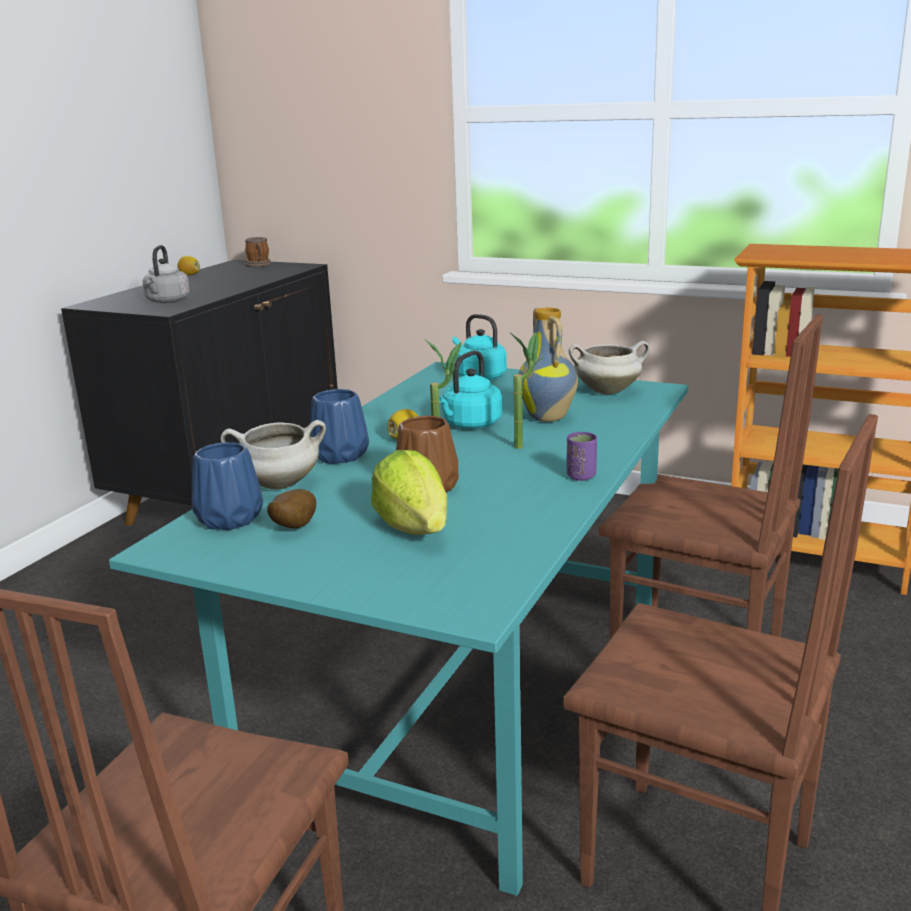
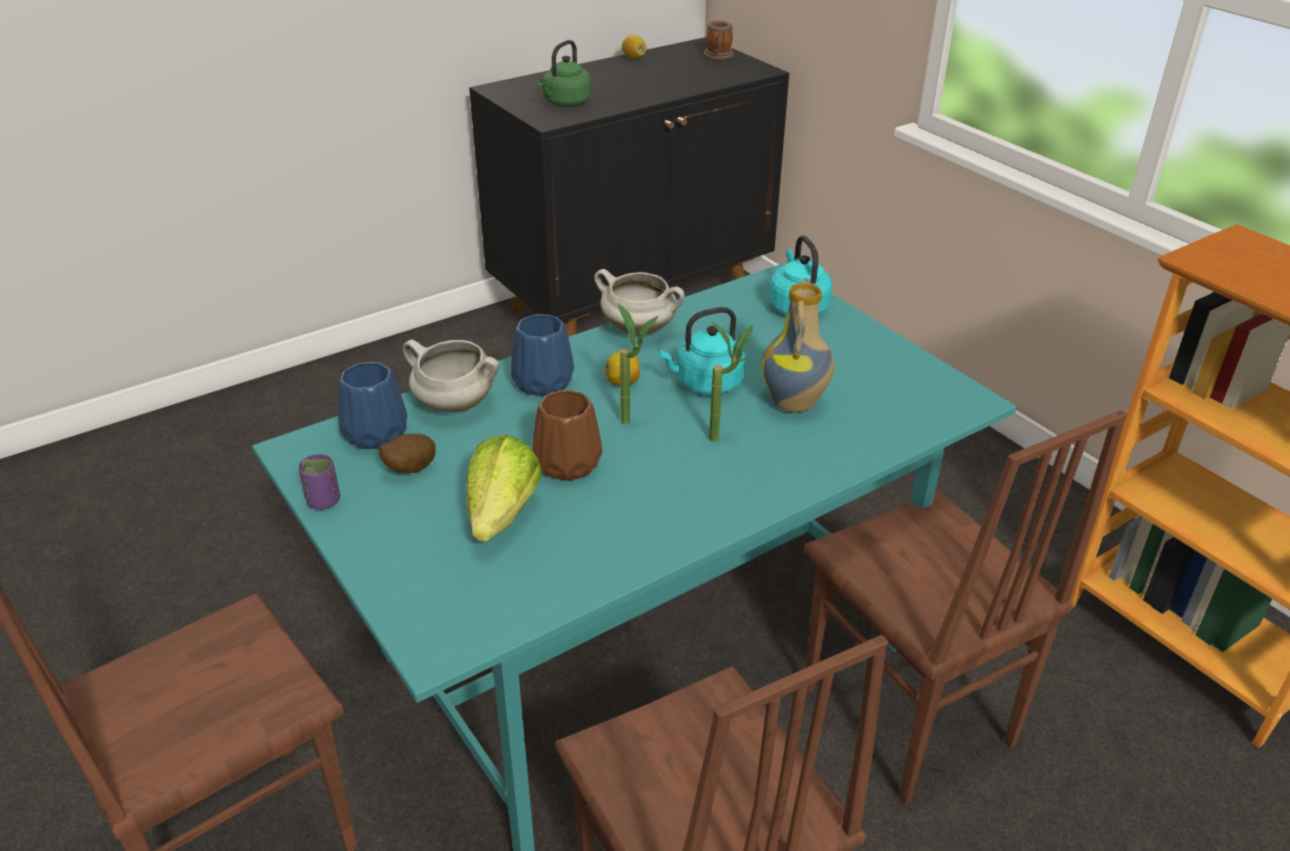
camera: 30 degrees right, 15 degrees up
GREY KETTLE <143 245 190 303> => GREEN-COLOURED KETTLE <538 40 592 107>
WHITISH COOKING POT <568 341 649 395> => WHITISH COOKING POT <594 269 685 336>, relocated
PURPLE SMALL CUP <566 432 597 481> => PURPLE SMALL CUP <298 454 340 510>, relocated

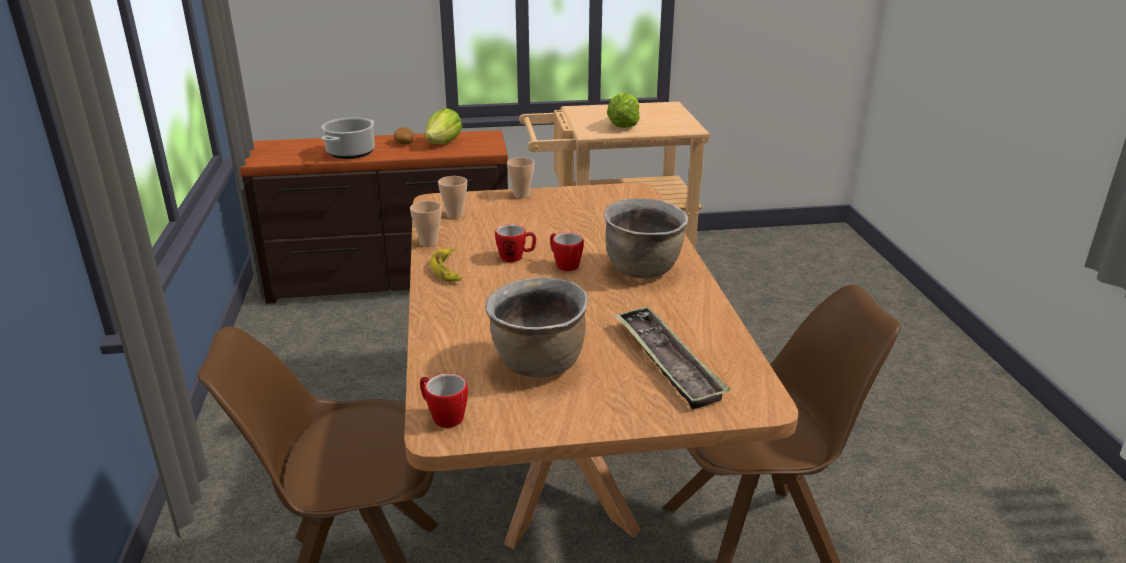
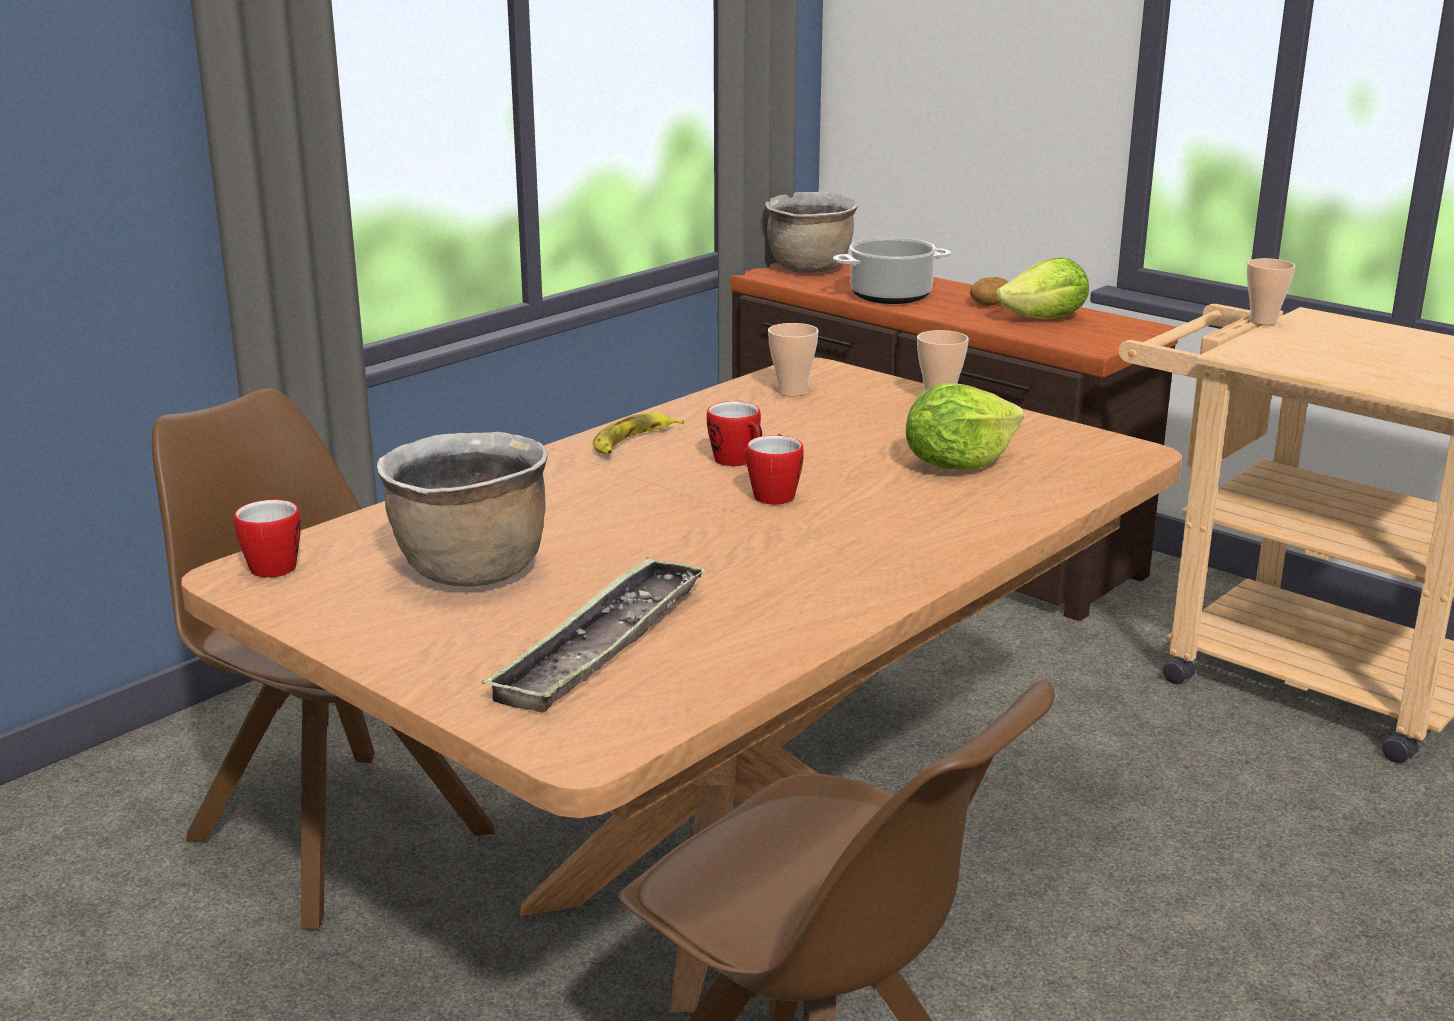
camera: 50 degrees right, 5 degrees down
HEAD OF LETTUCE <607 93 640 128> => HEAD OF LETTUCE <906 383 1024 470>, relocated
BROWNISH COOKING POT <604 198 688 278> => BROWNISH COOKING POT <765 192 859 273>, relocated
SMALL CUP <410 201 442 247> => SMALL CUP <1247 258 1295 325>, relocated

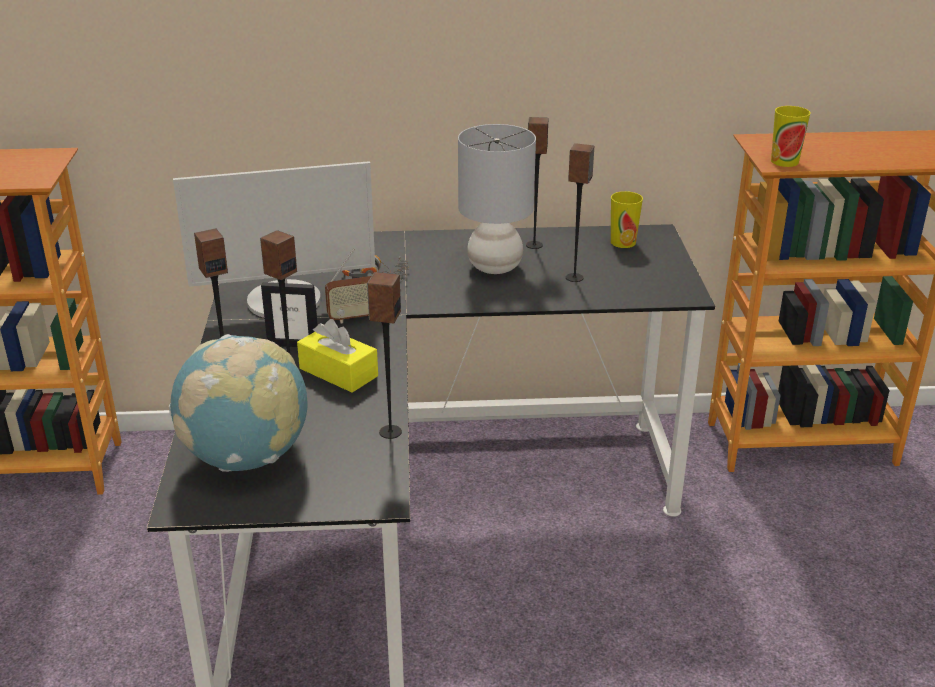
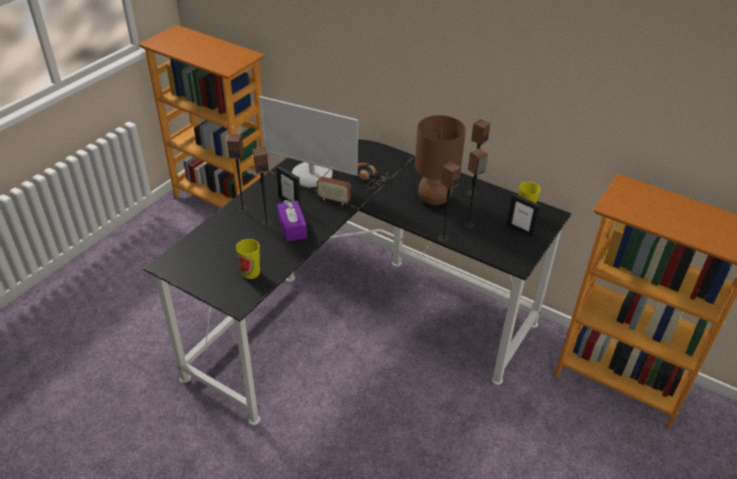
camera: 35 degrees right, 10 degrees up
SMALL CUP <771 106 811 167> => SMALL CUP <236 239 260 279>, relocated
GREY LAMP FOR A TABLE <458 124 536 274> => BROWNISH LAMP FOR A TABLE <415 115 466 205>
SPEAKER <367 272 402 439> => SPEAKER <438 162 461 243>, relocated
YELLOW-COLOURED BOX OF TISSUES <297 319 378 393> => PURPLE BOX OF TISSUES <277 200 307 242>
WORLD GLOBE <169 334 308 472> => nothing
nothing => PICTURE FRAME <507 194 541 237>

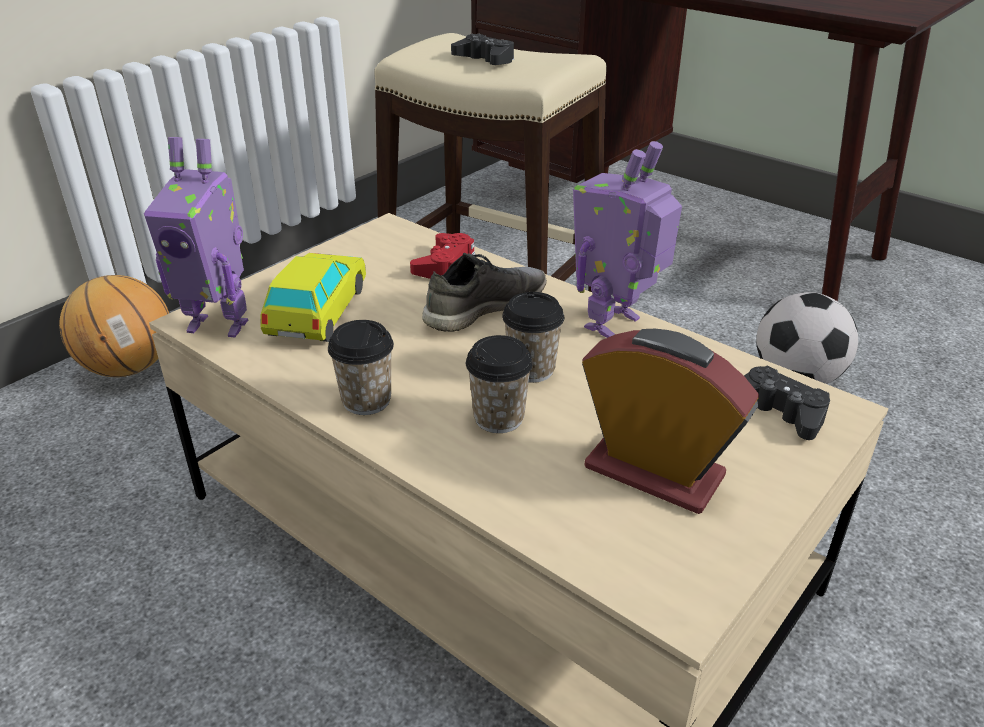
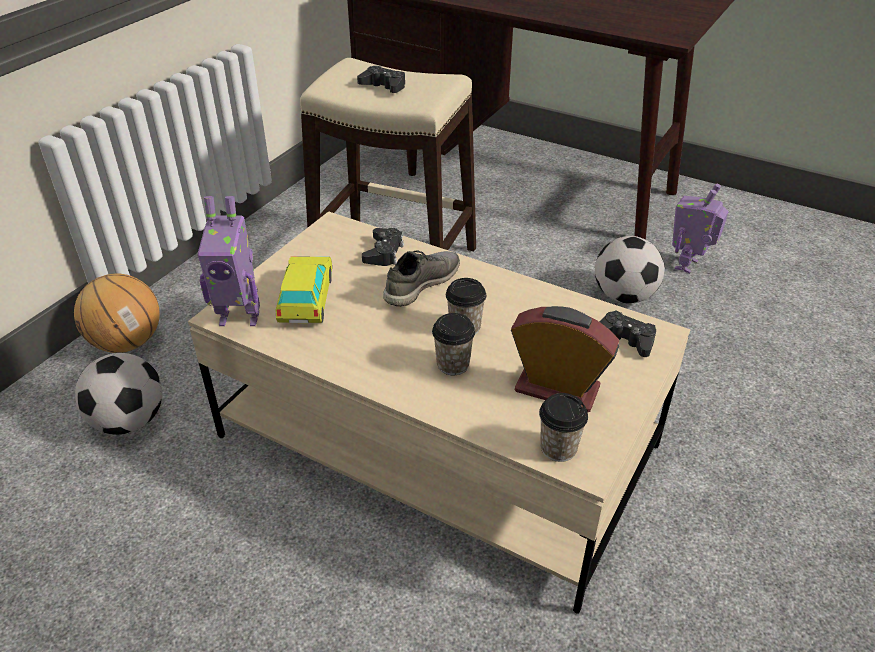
camera: 10 degrees left, 5 degrees up
MODEL ROBOT <573 141 682 338> => MODEL ROBOT <672 184 729 273>, relocated
RED-COLOURED GAMEPAD <410 233 475 279> => BLACKISH GAMEPAD <362 228 404 266>
SMALL CUP <328 320 394 415> => SMALL CUP <539 393 588 462>, relocated
nothing => FOOTBALL BALL <75 353 162 435>

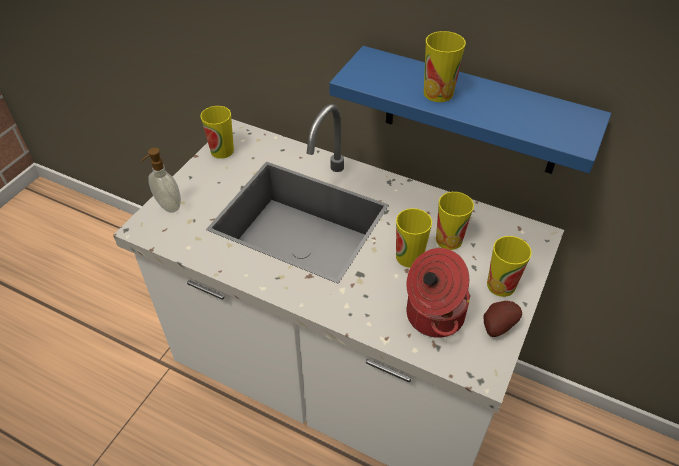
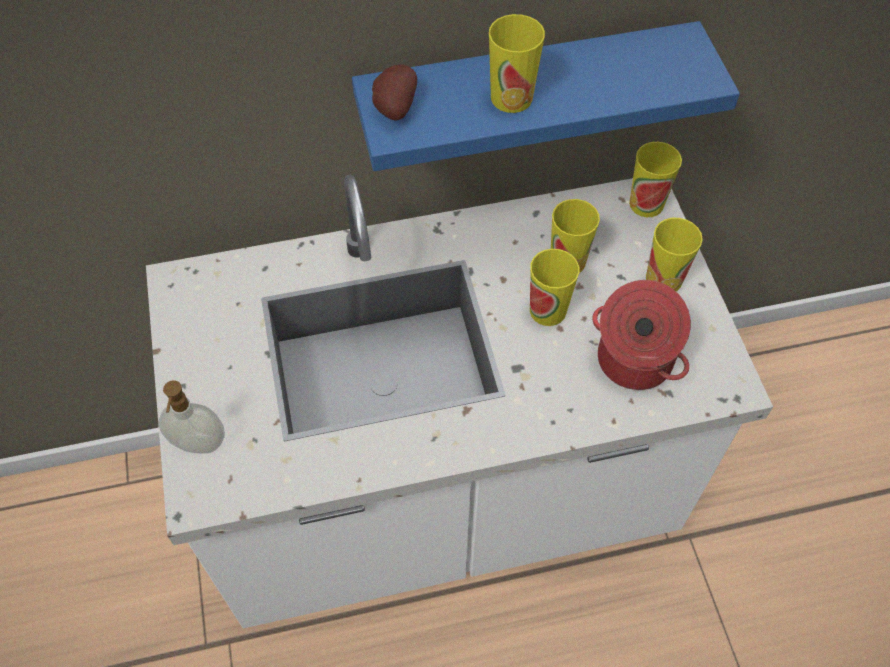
camera: 40 degrees left, 10 degrees up
SMALL CUP <200 106 234 159> => SMALL CUP <629 142 682 217>, relocated
POTATO <483 301 522 337> => POTATO <372 65 417 121>, relocated

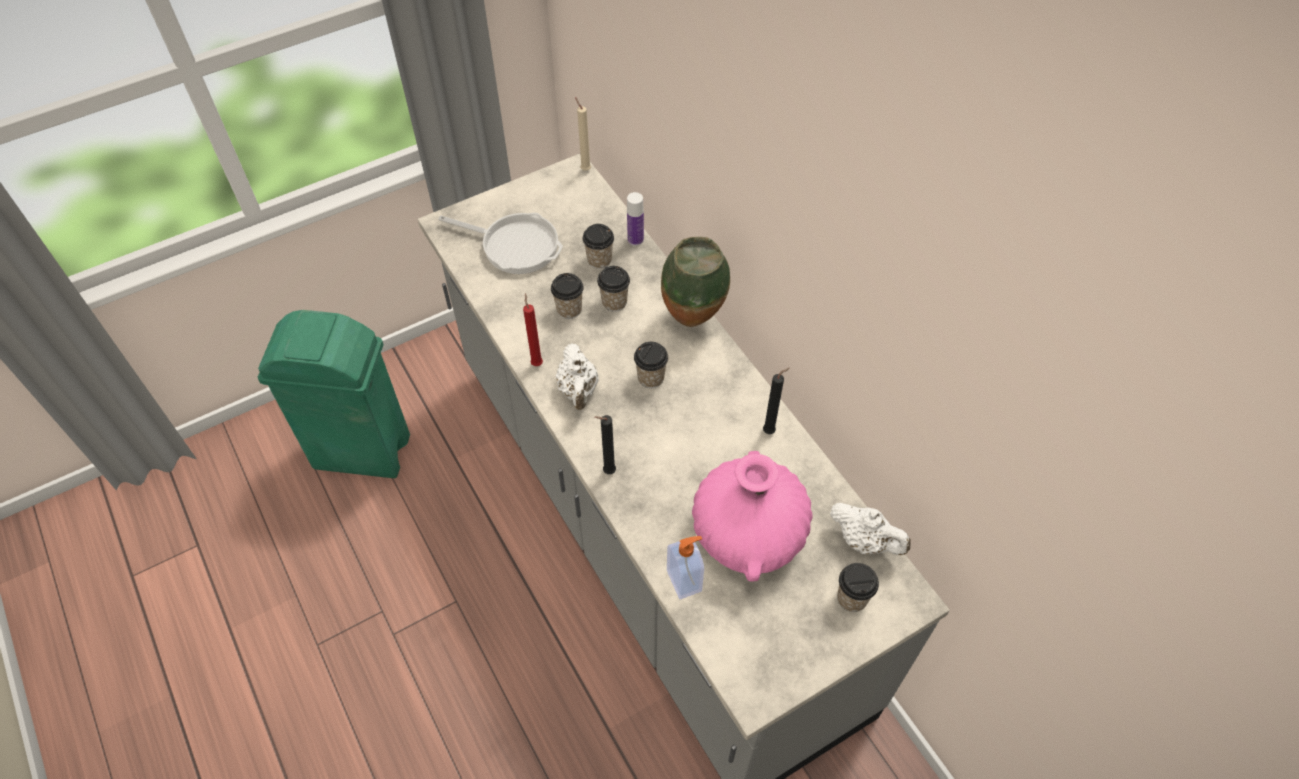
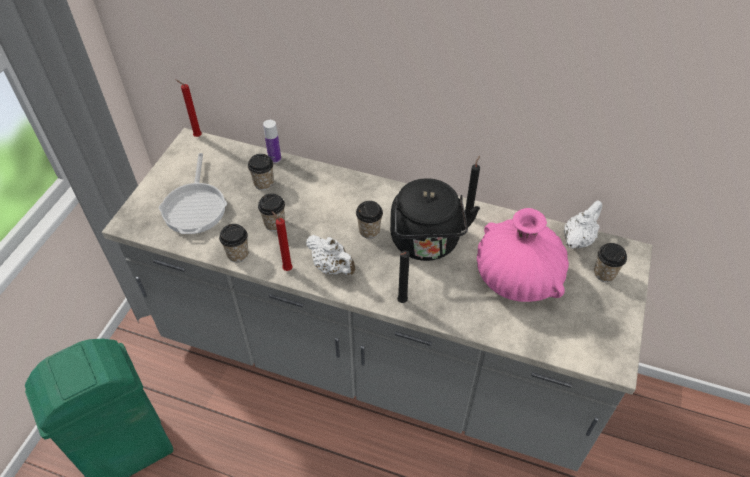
camera: 40 degrees left, 5 degrees down
BEIGE-COLOURED WAX CANDLE <575 97 591 170> => RED-COLOURED WAX CANDLE <175 79 202 137>
FRYING PAN <438 213 563 274> => FRYING PAN <159 153 227 234>, 105 degrees clockwise
VASE <661 237 730 327> => nothing
SMALL CUP <597 266 630 312> => SMALL CUP <219 224 248 262>, relocated
WHITISH TEAPOT <830 503 911 555> => WHITISH TEAPOT <564 201 602 249>, 45 degrees counterclockwise
LIQUID SOAP BOTTLE <667 536 704 599> => nothing
nothing => BLACKISH KETTLE <390 178 480 261>

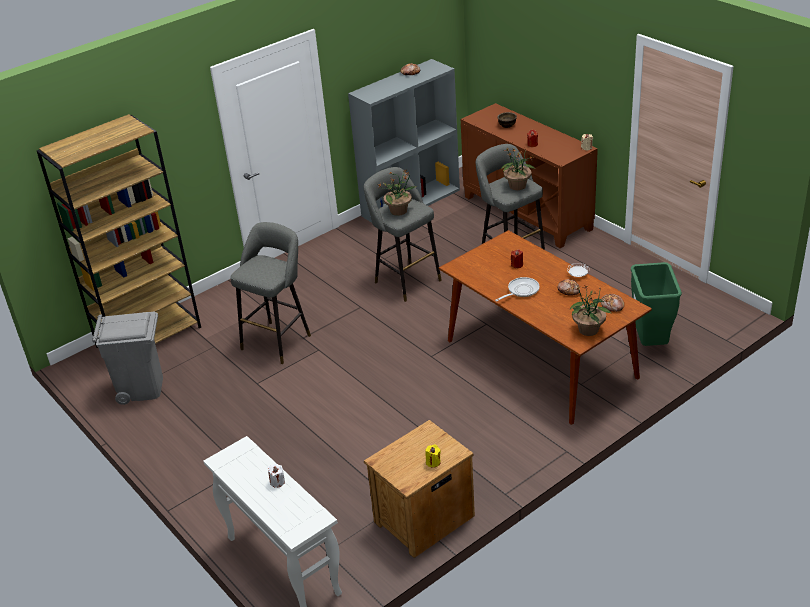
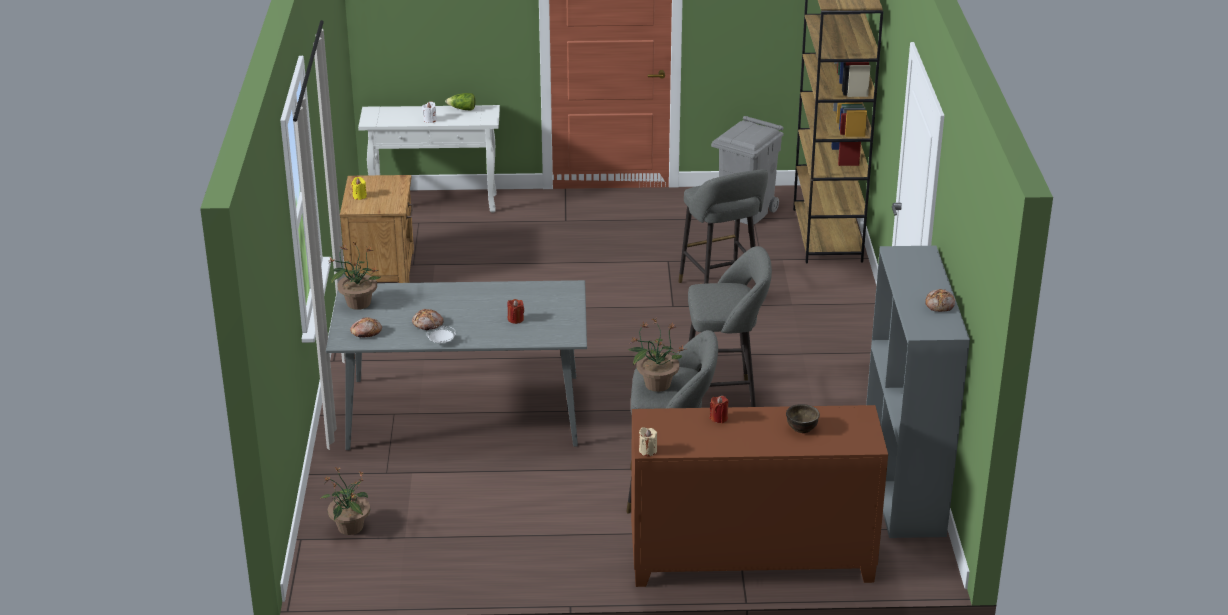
camera: 125 degrees right, 5 degrees down
HOUSEPLANT <378 169 417 216> => HOUSEPLANT <321 467 370 535>, relocated
BROWNISH DINING TABLE <439 230 652 425> => GREY DINING TABLE <326 280 587 450>
GREEN-COLOURED WASTE BIN <631 262 682 346> => nothing
FRYING PAN <495 277 540 301> => nothing
nothing => HEAD OF LETTUCE <445 93 475 111>

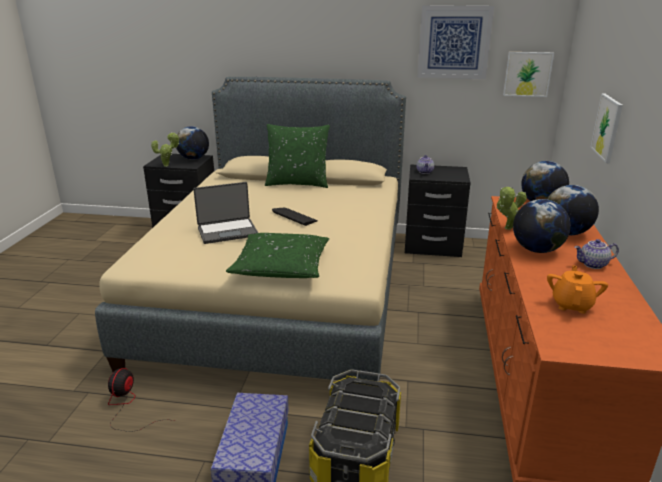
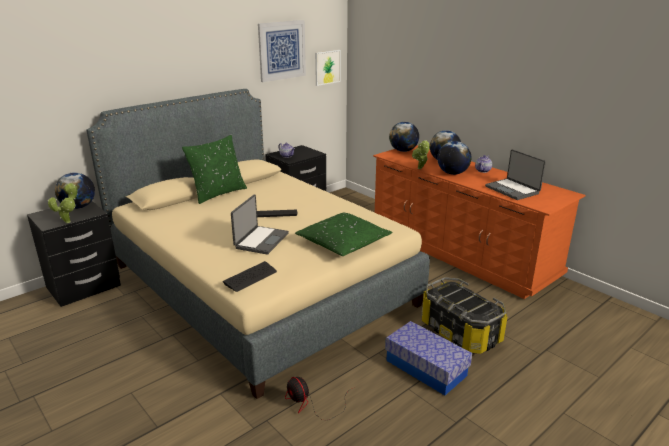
camera: 50 degrees left, 0 degrees up
WALL PICTURE <591 93 623 163> => nothing
ORANGEY TEAPOT <547 265 608 314> => NOTEBOOK COMPUTER <485 149 546 200>
nothing => COMPUTER KEYBOARD <223 261 277 292>

